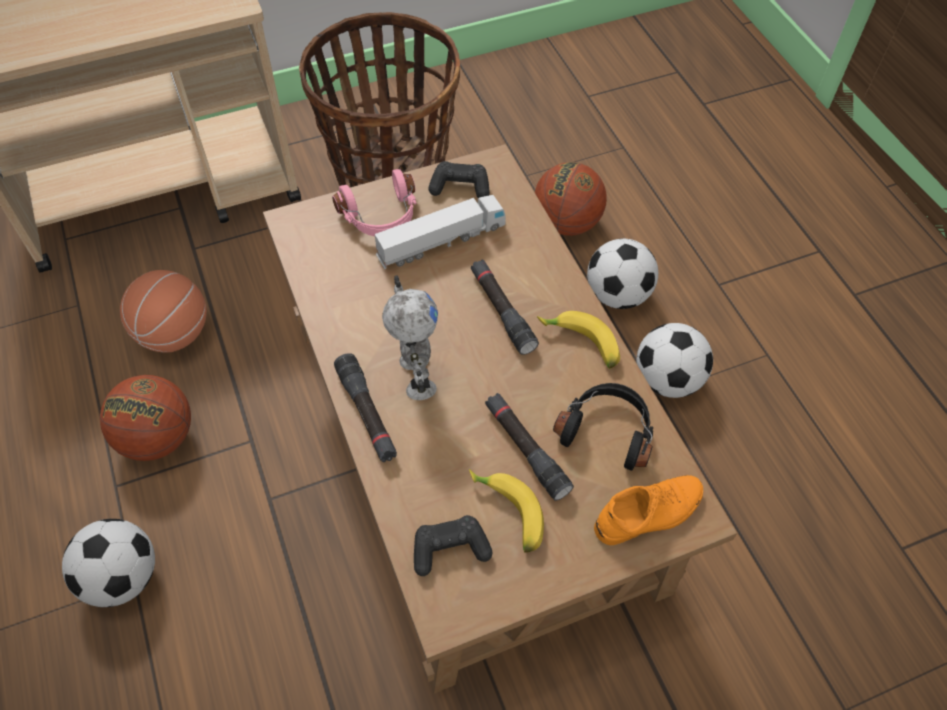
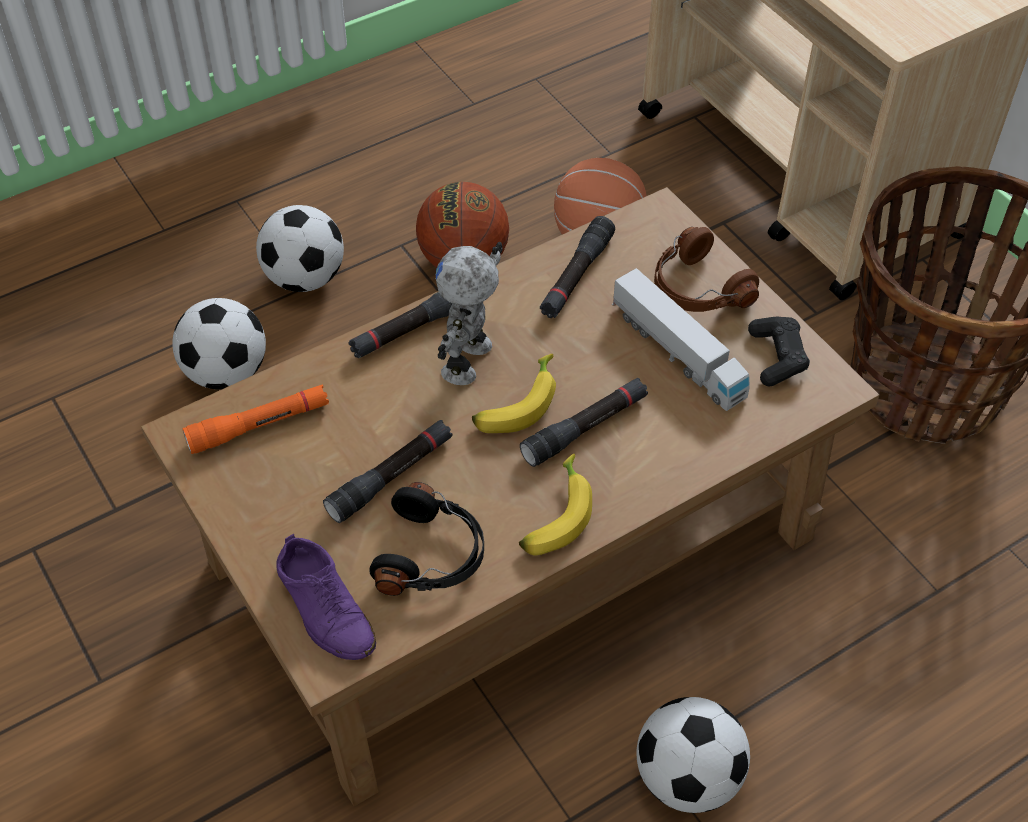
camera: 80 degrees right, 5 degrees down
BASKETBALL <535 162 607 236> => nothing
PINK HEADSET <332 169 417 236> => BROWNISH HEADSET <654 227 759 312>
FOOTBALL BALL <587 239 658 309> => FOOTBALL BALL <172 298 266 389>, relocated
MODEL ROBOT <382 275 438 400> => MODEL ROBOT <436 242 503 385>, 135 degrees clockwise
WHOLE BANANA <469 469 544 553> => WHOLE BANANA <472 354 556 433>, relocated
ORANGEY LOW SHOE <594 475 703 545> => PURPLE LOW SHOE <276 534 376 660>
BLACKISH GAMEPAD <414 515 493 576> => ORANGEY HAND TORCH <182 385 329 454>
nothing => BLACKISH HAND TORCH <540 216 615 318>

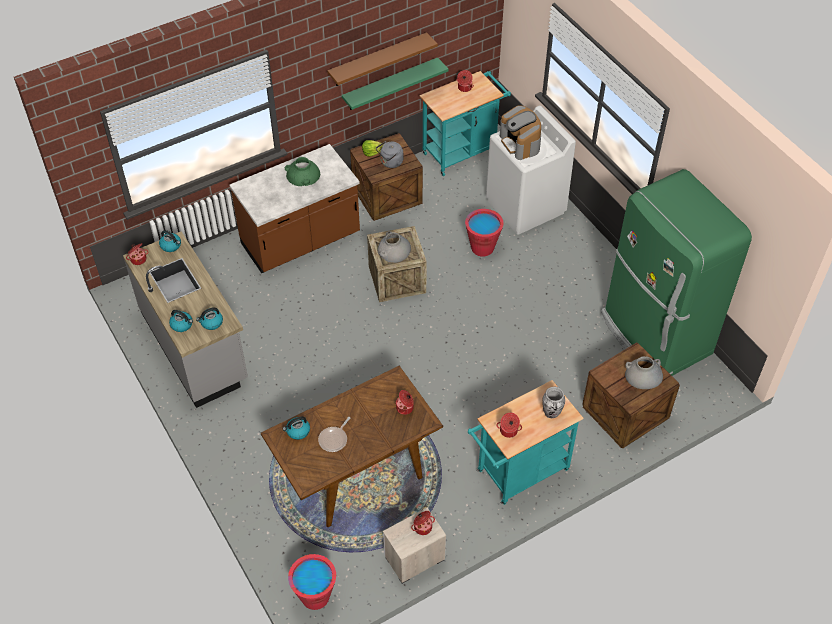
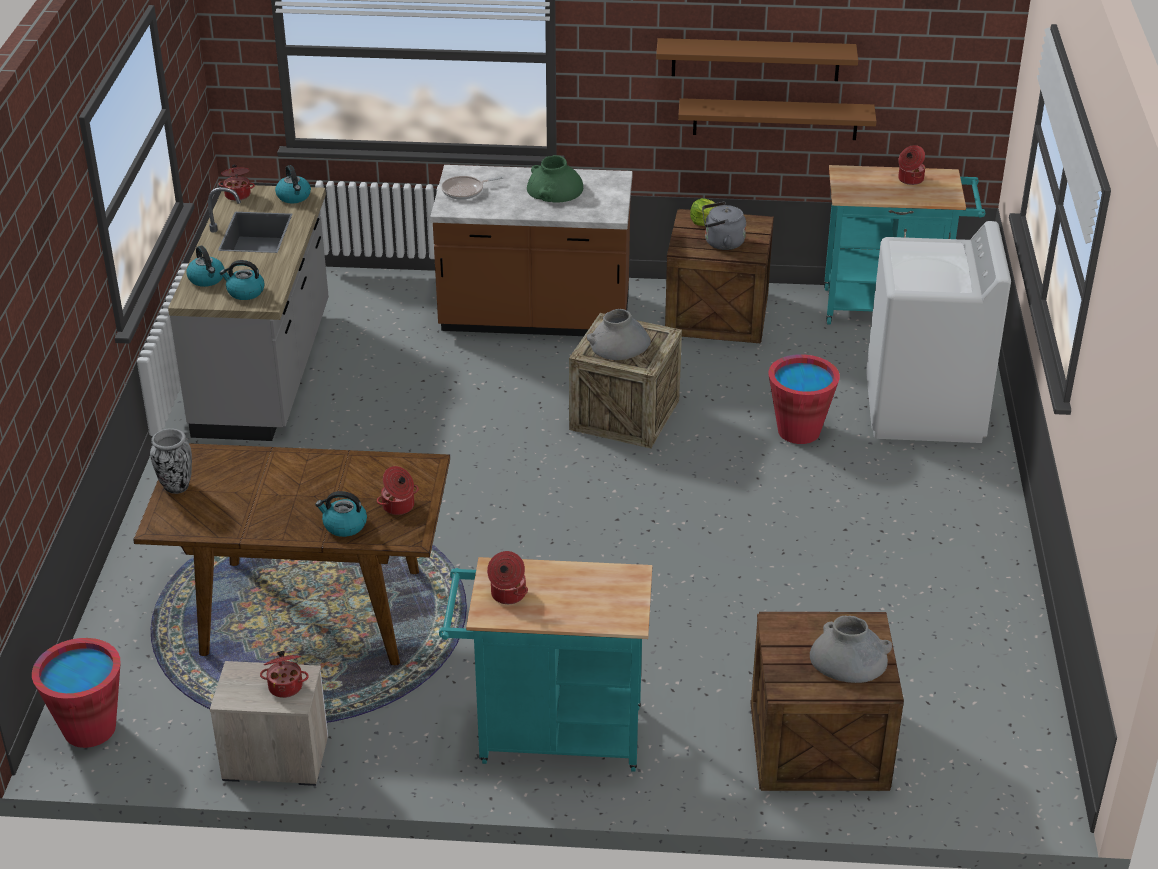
camera: 35 degrees right, 15 degrees down
GREEN-COLOURED BRACKET SHELF <342 57 449 110> => BROWNISH BRACKET SHELF <678 98 877 140>
COFFEE MAKER <500 105 541 160> => nothing
GREEN-COLOURED KITCHEN FRIDGE <601 169 752 376> => nothing
VASE <542 387 565 418> => VASE <150 428 192 494>, relocated
KETTLE <283 417 310 440> => KETTLE <315 491 367 537>, relocated
FRYING PAN <318 417 350 452> => FRYING PAN <441 176 504 200>, relocated

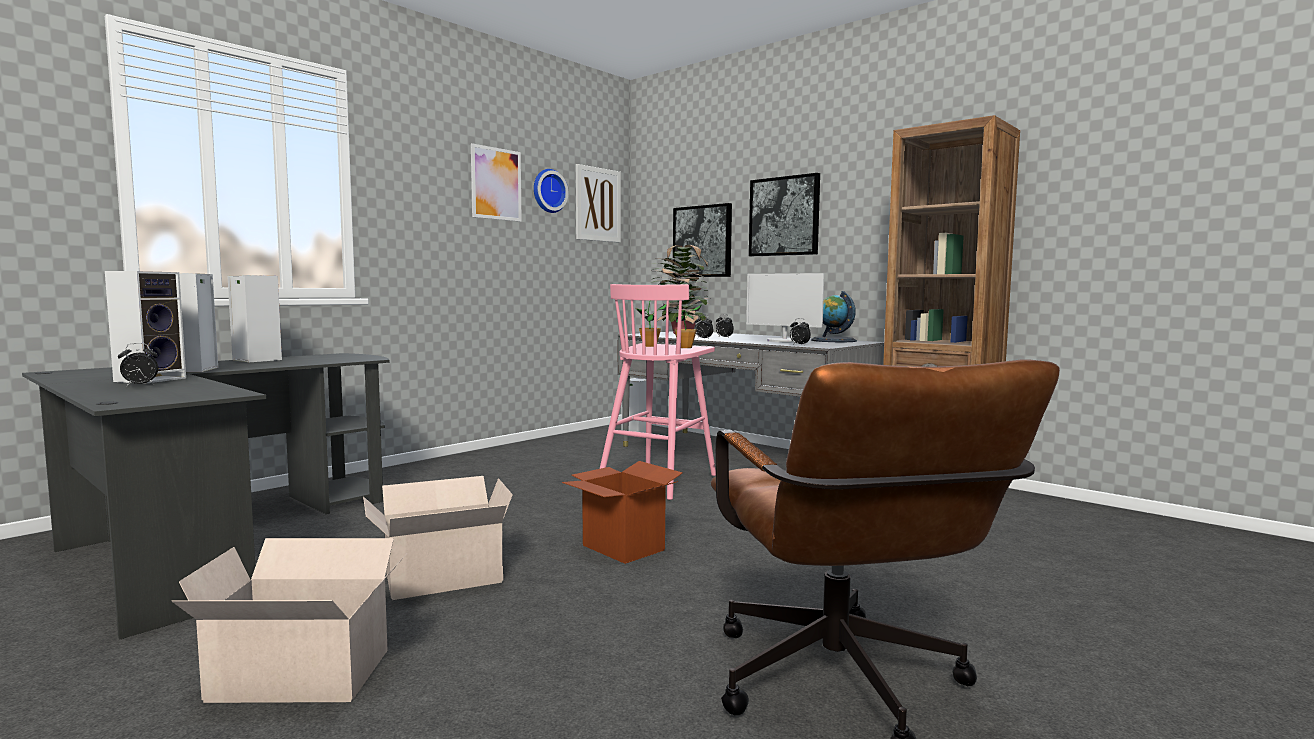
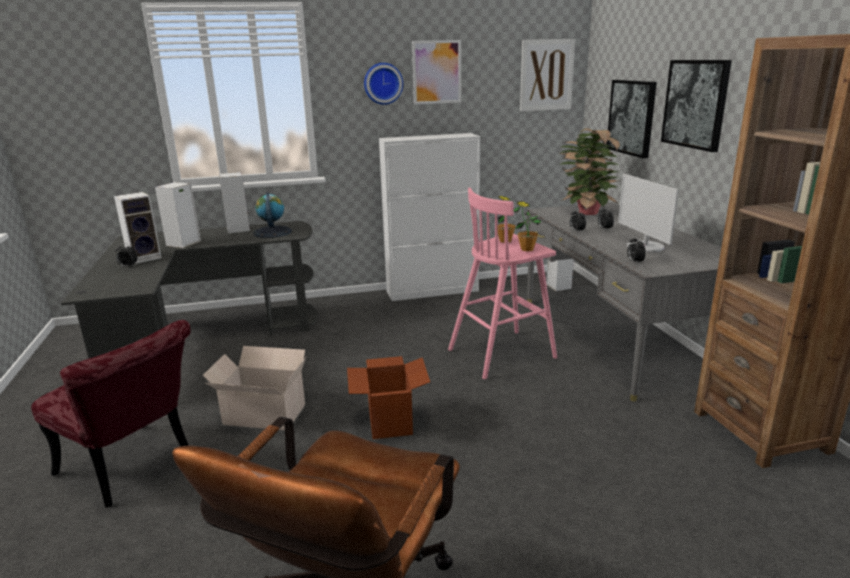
camera: 35 degrees right, 15 degrees up
CLOCK ON THE WALL <534 169 568 213> => CLOCK ON THE WALL <364 63 403 105>, relocated
WORLD GLOBE <811 291 857 342> => WORLD GLOBE <253 192 292 238>, relocated
CARTON <171 538 407 703> => RED-COLOURED UPRIGHT CHAIR <31 320 191 508>
nothing => WHITISH STORAGE CABINET <379 133 480 301>

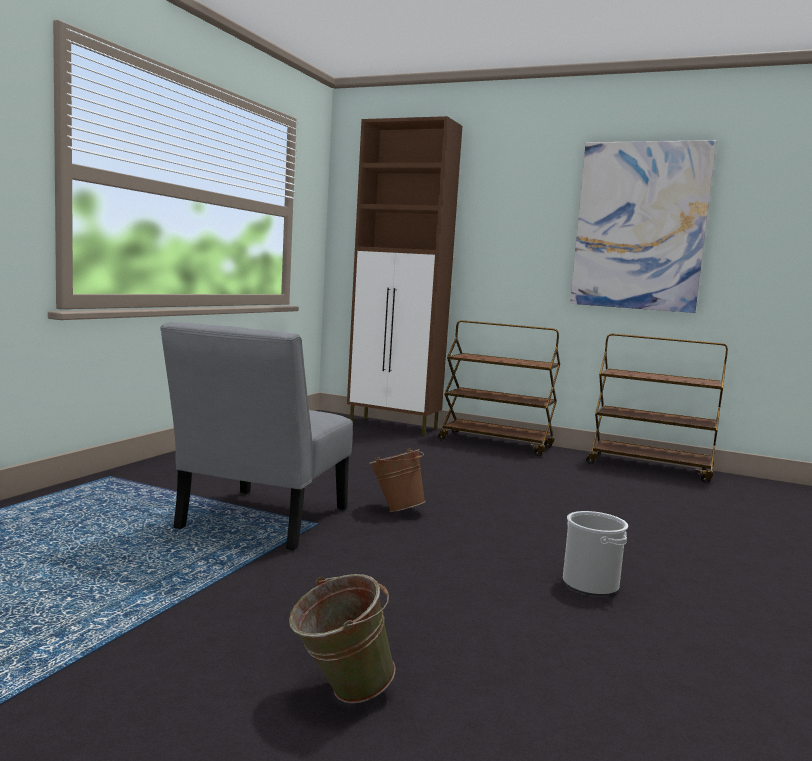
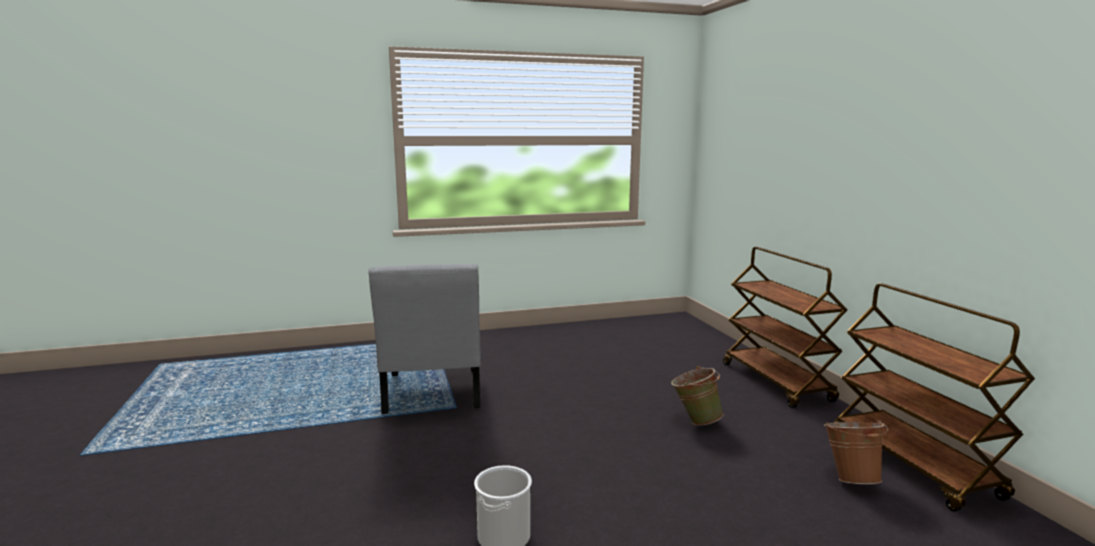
camera: 50 degrees right, 5 degrees up
BROWNISH STORAGE CABINET <347 116 462 435> => nothing
WALL PICTURE <570 140 717 313> => nothing
GREY UPRIGHT CHAIR <160 322 353 550> => GREY UPRIGHT CHAIR <368 264 481 414>, 75 degrees counterclockwise
BROWNISH BUCKET <369 448 426 512> => BROWNISH BUCKET <824 420 888 484>, relocated
GREEN-COLOURED BUCKET <289 574 395 704> => GREEN-COLOURED BUCKET <671 366 723 426>, relocated

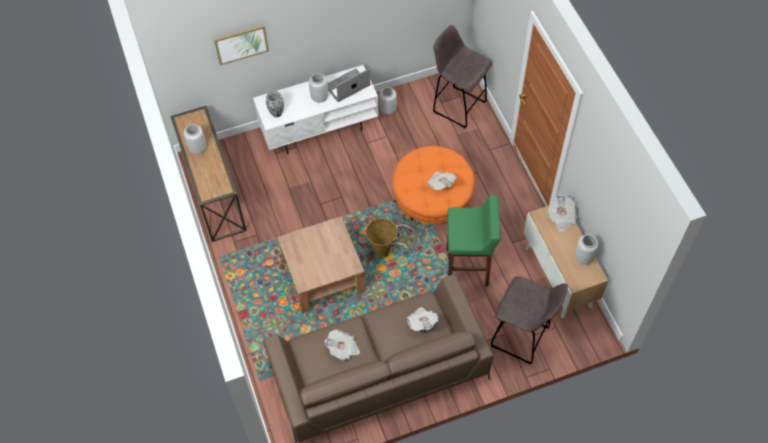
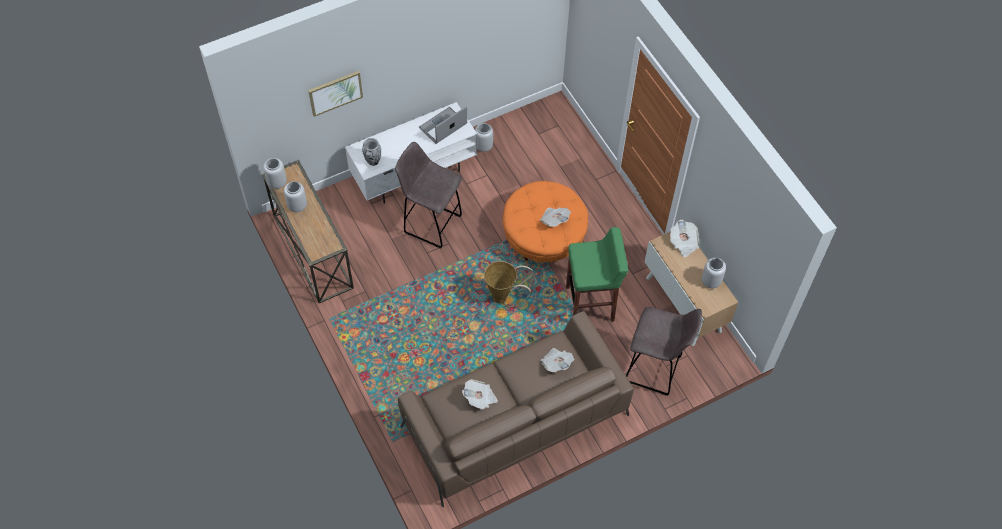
camera: 10 degrees left, 0 degrees up
GREY SITTING STOOL <433 25 492 128> => GREY SITTING STOOL <395 142 462 249>, relocated
GREY VASE <309 73 328 102> => GREY VASE <263 158 287 189>, relocated
BROWNISH LOW TABLE <278 216 366 313> => nothing

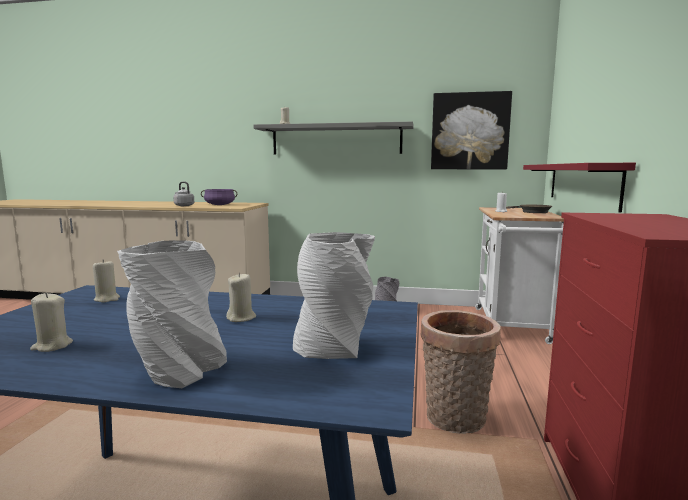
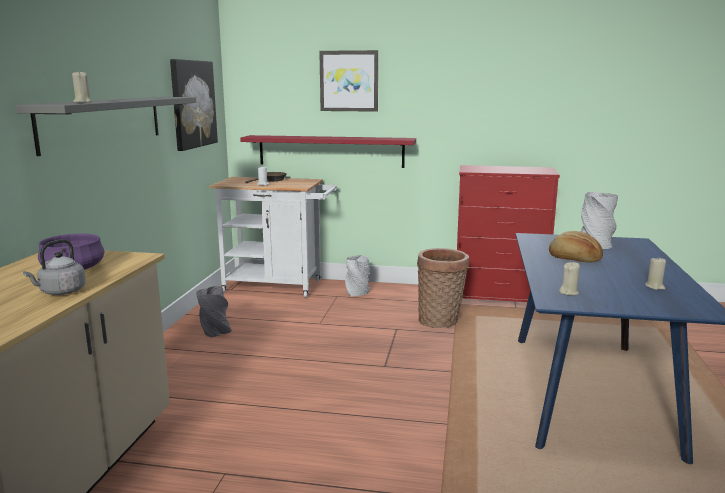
camera: 90 degrees left, 5 degrees up
GREY VASE <117 240 227 388> => GREY VASE <345 255 370 296>, relocated
BEIGE-COLOURED WAX CANDLE <226 273 256 322> => BAKED BREAD <549 231 603 263>
nothing => WALL PICTURE <319 50 378 112>

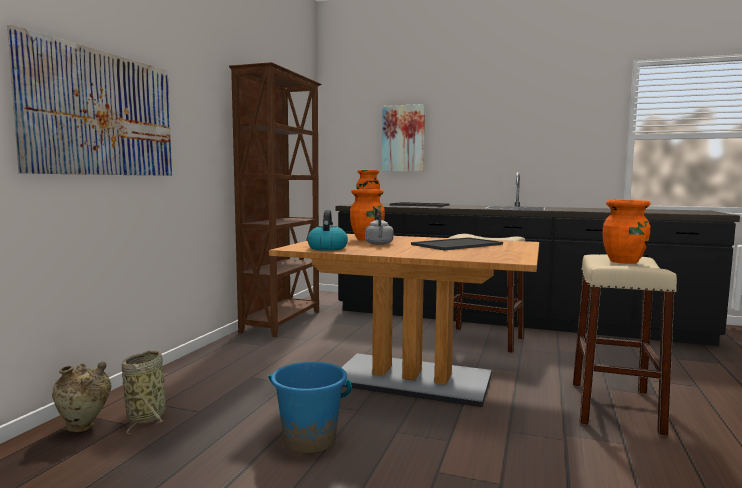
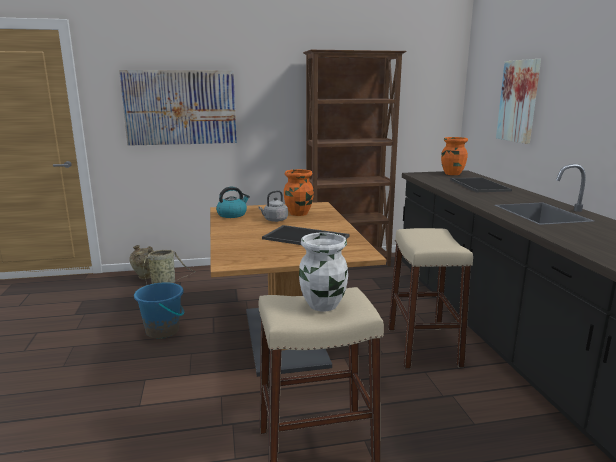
camera: 60 degrees right, 10 degrees up
ORANGEY VASE <602 200 650 264> => WHITISH VASE <299 232 348 311>

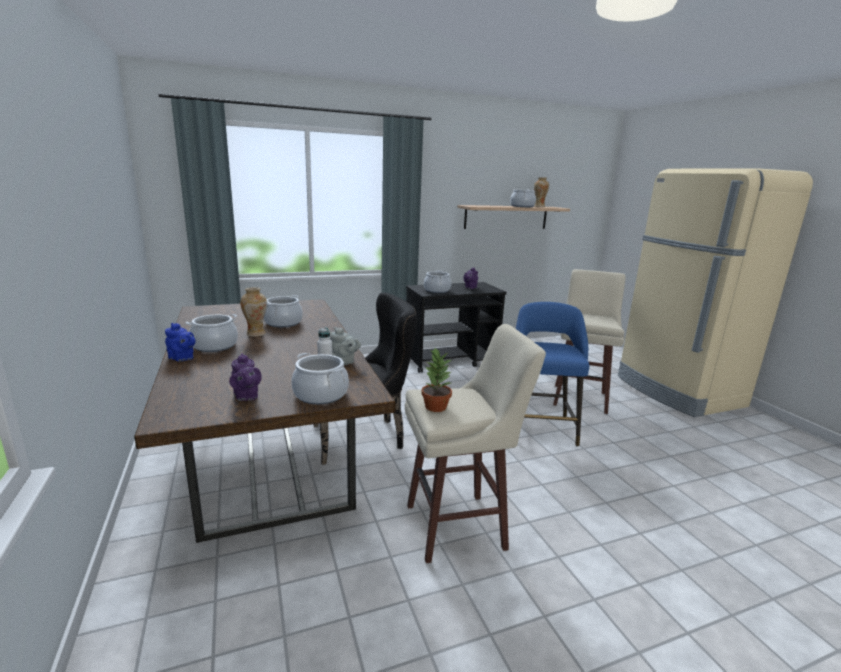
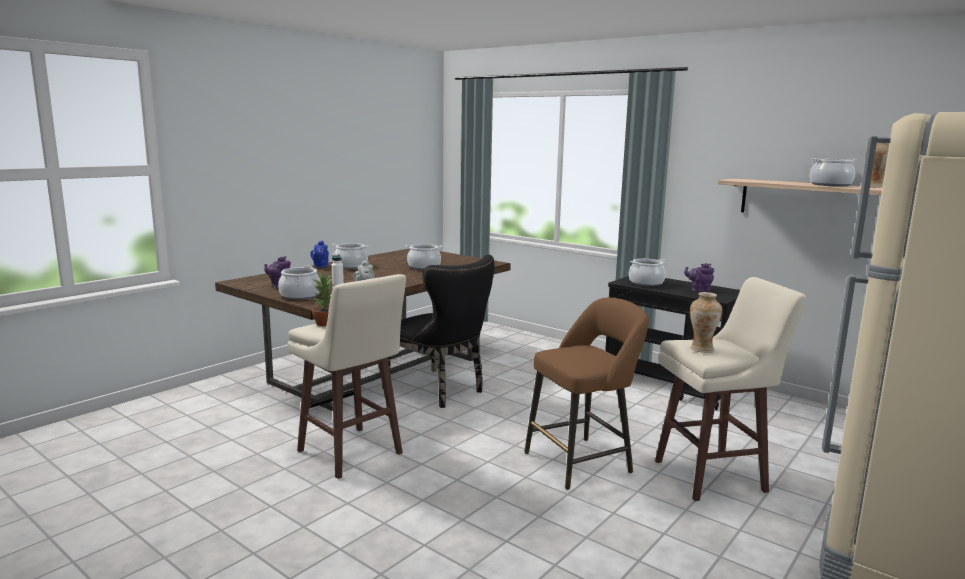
camera: 60 degrees right, 5 degrees down
VASE <240 287 267 337> => VASE <690 292 722 353>, relocated
BLUE-COLOURED SITTING STOOL <516 302 589 447> => BROWNISH SITTING STOOL <525 298 649 490>

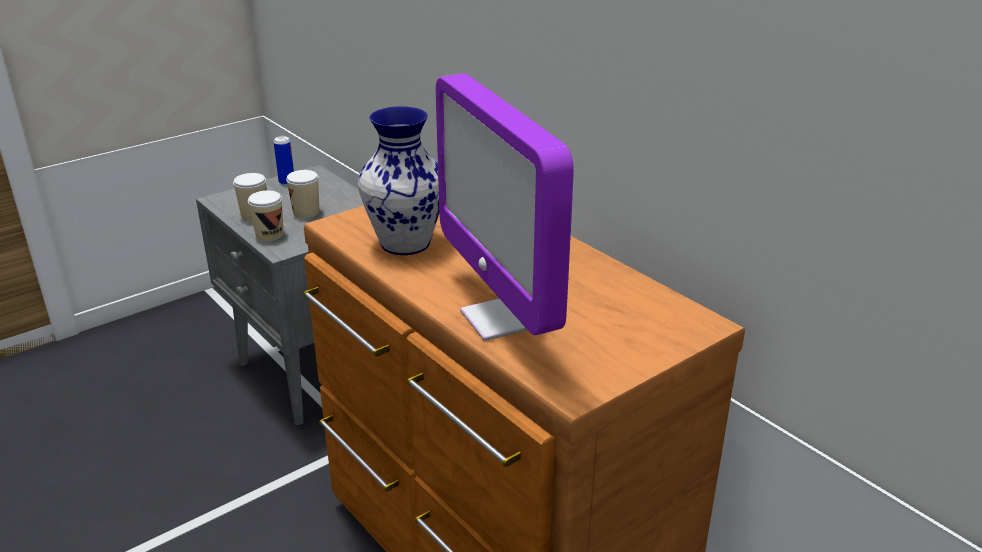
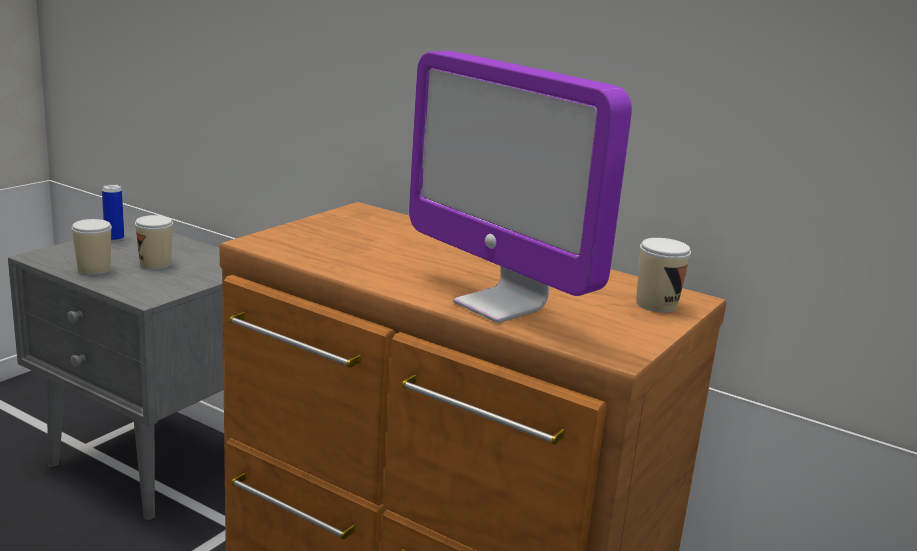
camera: 20 degrees left, 10 degrees down
VASE <358 106 439 255> => nothing
SMALL CUP <248 191 283 241> => SMALL CUP <636 238 691 313>, relocated

